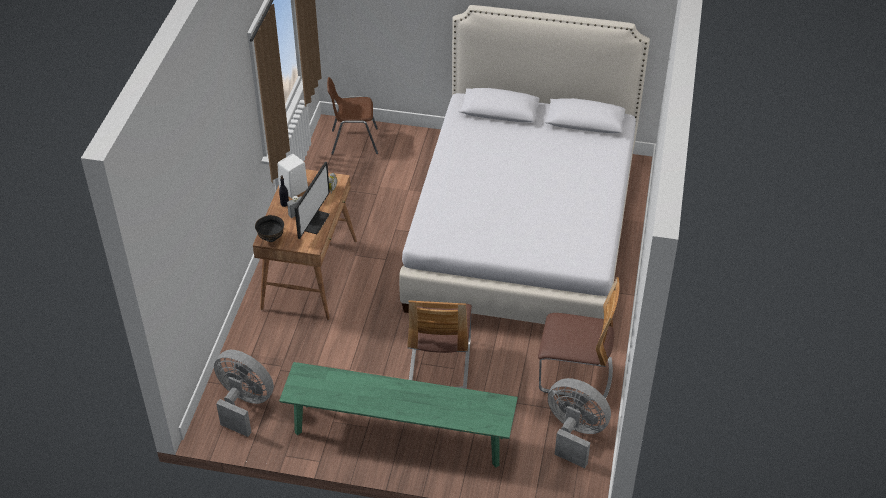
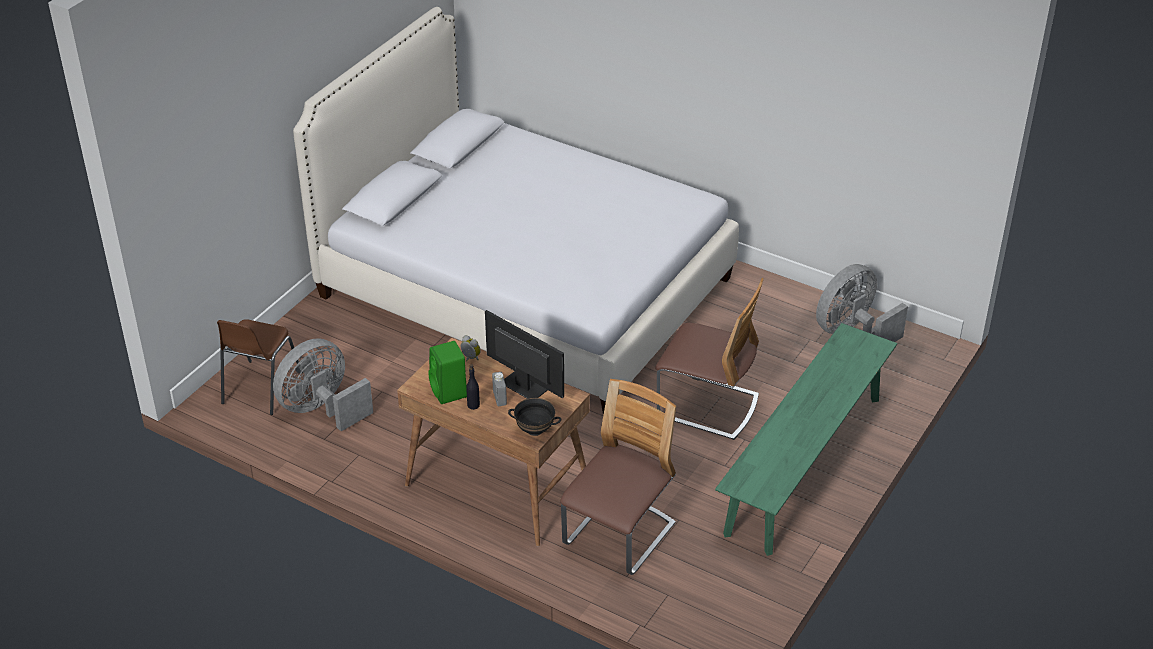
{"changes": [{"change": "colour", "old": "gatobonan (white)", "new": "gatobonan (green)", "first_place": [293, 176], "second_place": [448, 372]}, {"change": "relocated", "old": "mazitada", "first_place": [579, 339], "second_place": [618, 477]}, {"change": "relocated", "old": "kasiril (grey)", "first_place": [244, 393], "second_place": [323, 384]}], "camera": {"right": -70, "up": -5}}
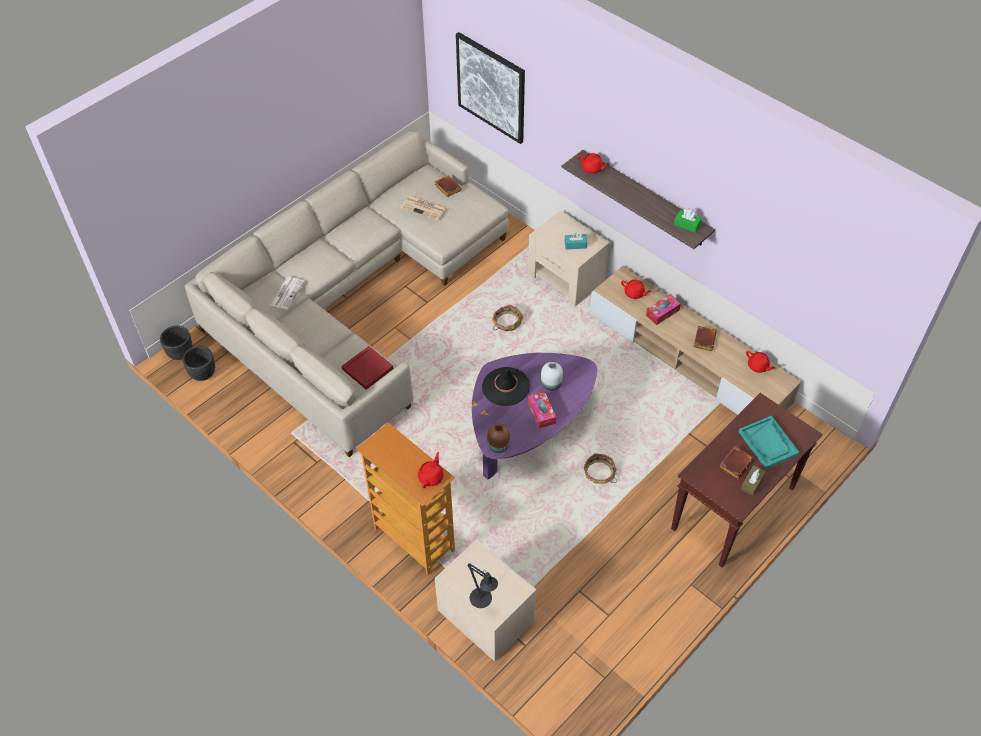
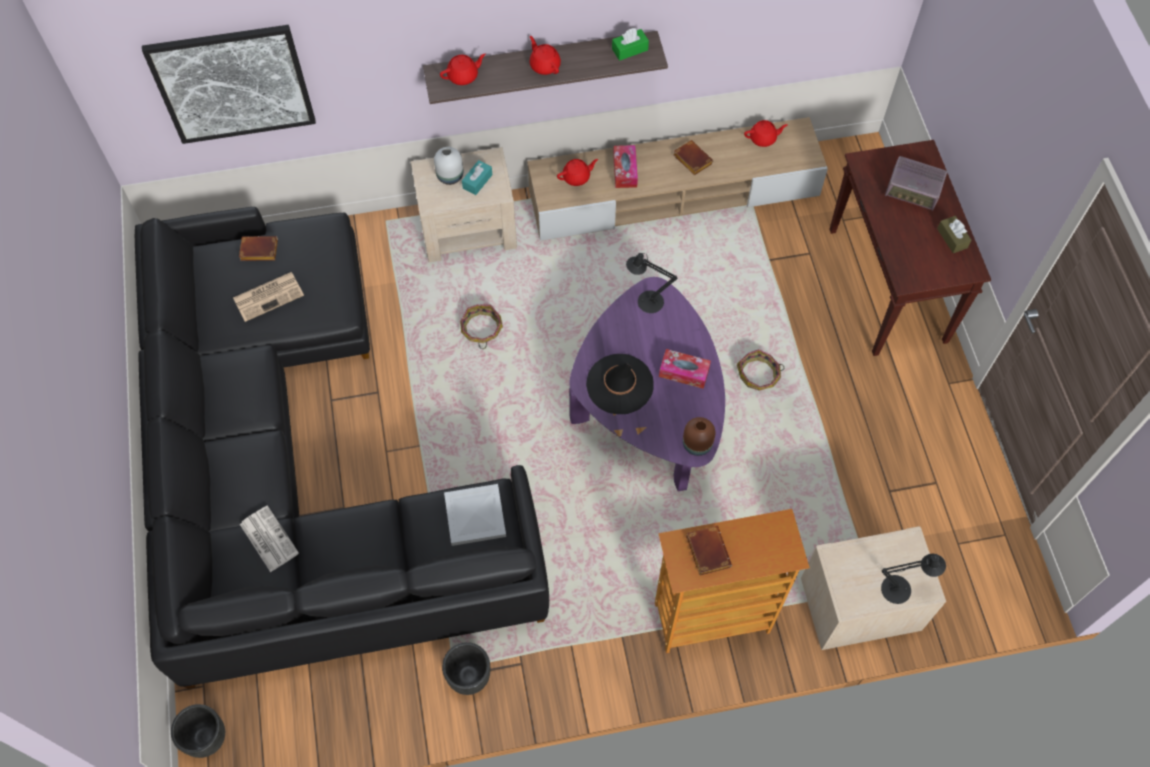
{"changes": [{"change": "colour", "old": "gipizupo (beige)", "new": "gipizupo (black)", "first_place": [347, 293], "second_place": [342, 448]}, {"change": "relocated", "old": "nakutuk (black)", "first_place": [198, 363], "second_place": [466, 668]}, {"change": "colour", "old": "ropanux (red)", "new": "ropanux (white)", "first_place": [367, 368], "second_place": [475, 515]}, {"change": "relocated", "old": "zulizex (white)", "first_place": [552, 376], "second_place": [448, 166]}, {"change": "exchanged", "old": "ropanux (turquoise)", "new": "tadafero", "first_place": [769, 442], "second_place": [916, 183]}, {"change": "relocated", "old": "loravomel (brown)", "first_place": [736, 462], "second_place": [709, 550]}, {"change": "relocated", "old": "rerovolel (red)", "first_place": [431, 470], "second_place": [545, 55]}, {"change": "appeared", "new": "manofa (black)", "second_place": [651, 283]}], "camera": {"right": -55, "up": 10}}
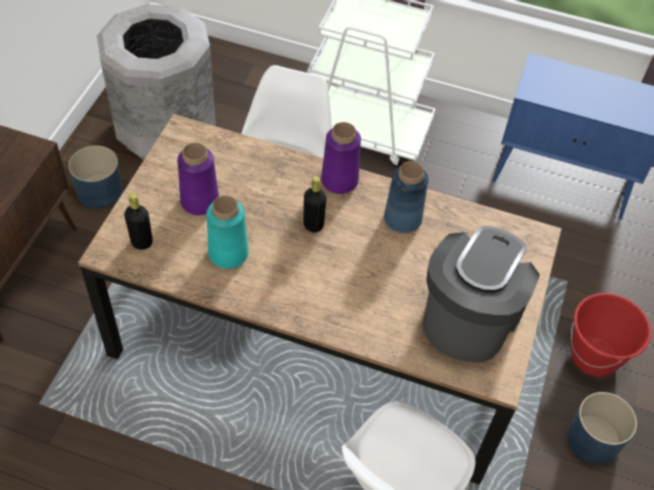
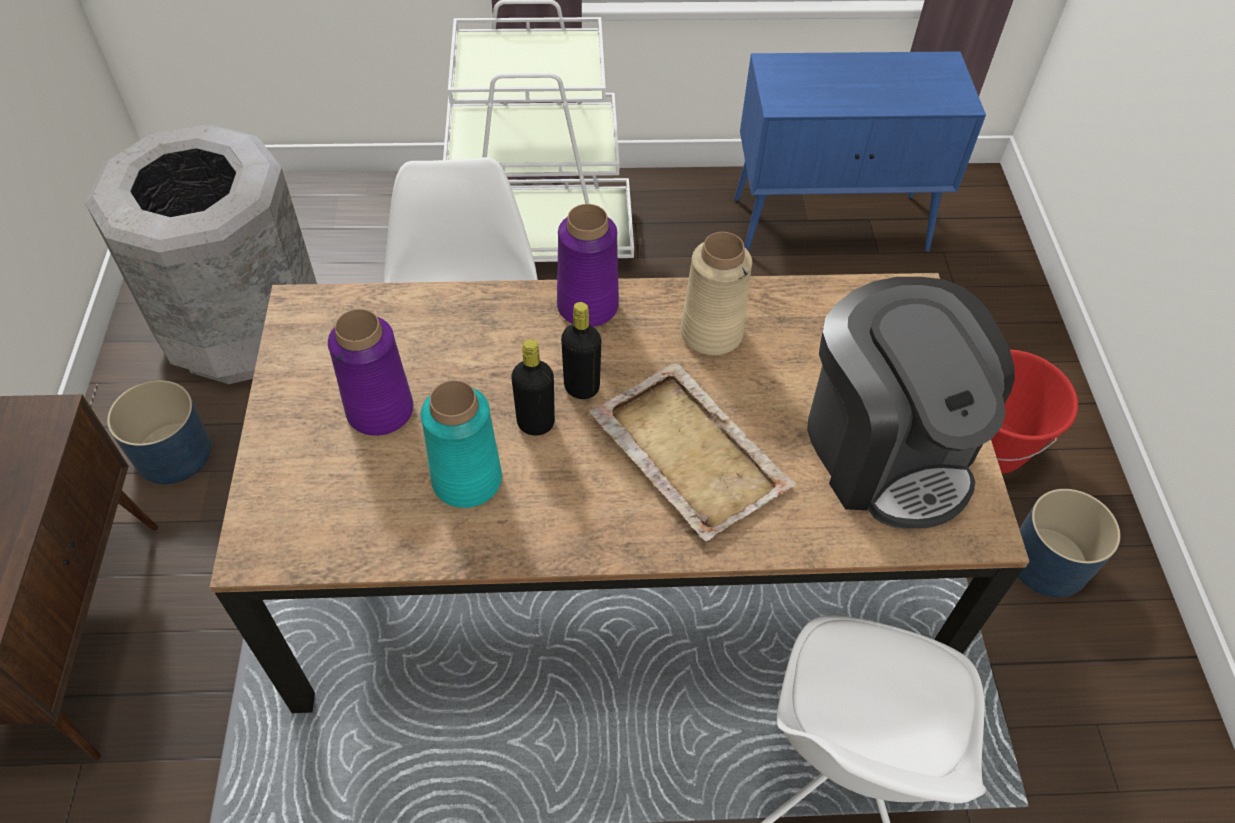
{"changes": [{"change": "colour", "old": "zulizex (blue)", "new": "zulizex (beige)", "first_place": [406, 197], "second_place": [716, 293]}, {"change": "relocated", "old": "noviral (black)", "first_place": [138, 221], "second_place": [533, 387]}, {"change": "spun", "old": "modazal", "first_place": [481, 294], "second_place": [911, 403], "degrees": 150}, {"change": "appeared", "new": "ropanux (beige)", "second_place": [692, 451]}], "camera": {"right": -20, "up": 0}}
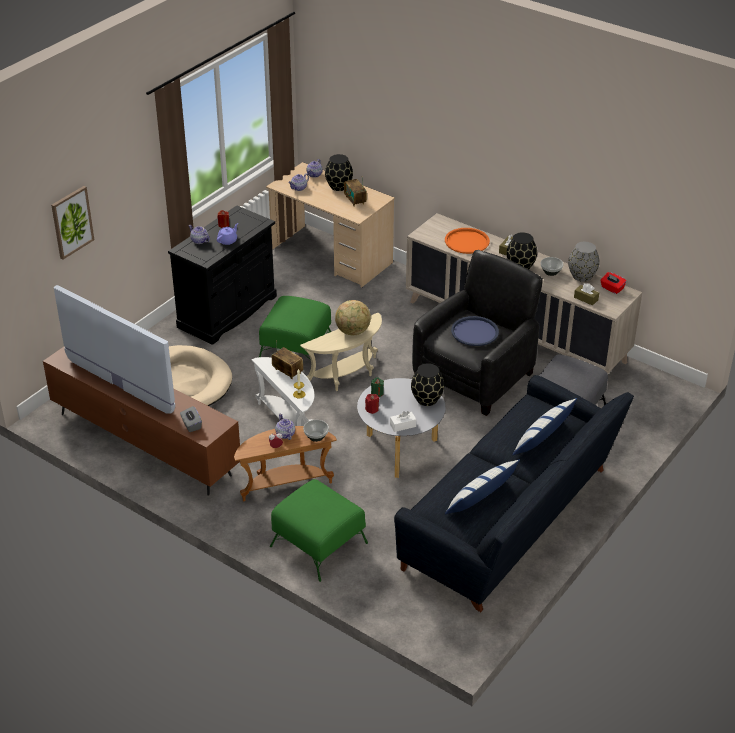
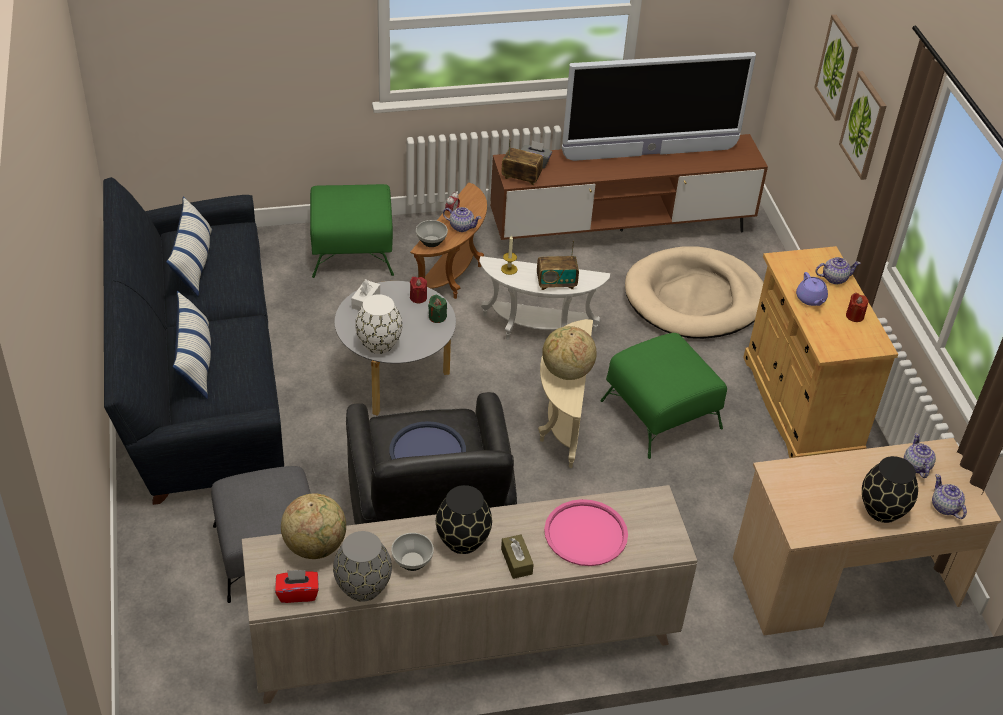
{"changes": [{"change": "relocated", "old": "tadafero", "first_place": [355, 191], "second_place": [522, 162]}, {"change": "colour", "old": "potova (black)", "new": "potova (beige)", "first_place": [222, 275], "second_place": [820, 352]}, {"change": "colour", "old": "ropanux (orange)", "new": "ropanux (pink)", "first_place": [467, 241], "second_place": [586, 532]}, {"change": "exchanged", "old": "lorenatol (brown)", "new": "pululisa", "first_place": [586, 294], "second_place": [313, 526]}, {"change": "colour", "old": "zulizex (black)", "new": "zulizex (white)", "first_place": [427, 384], "second_place": [378, 324]}, {"change": "appeared", "new": "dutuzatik", "second_place": [862, 125]}], "camera": {"right": 130, "up": 5}}
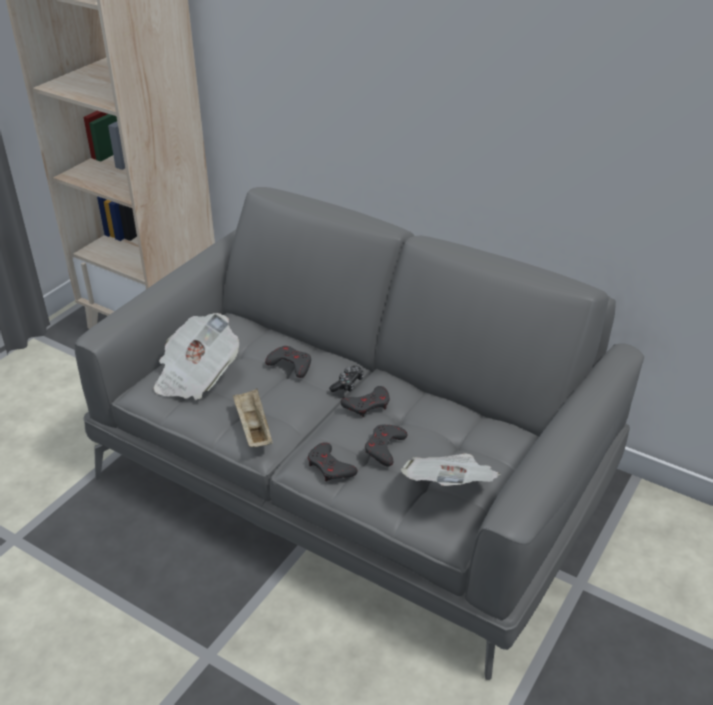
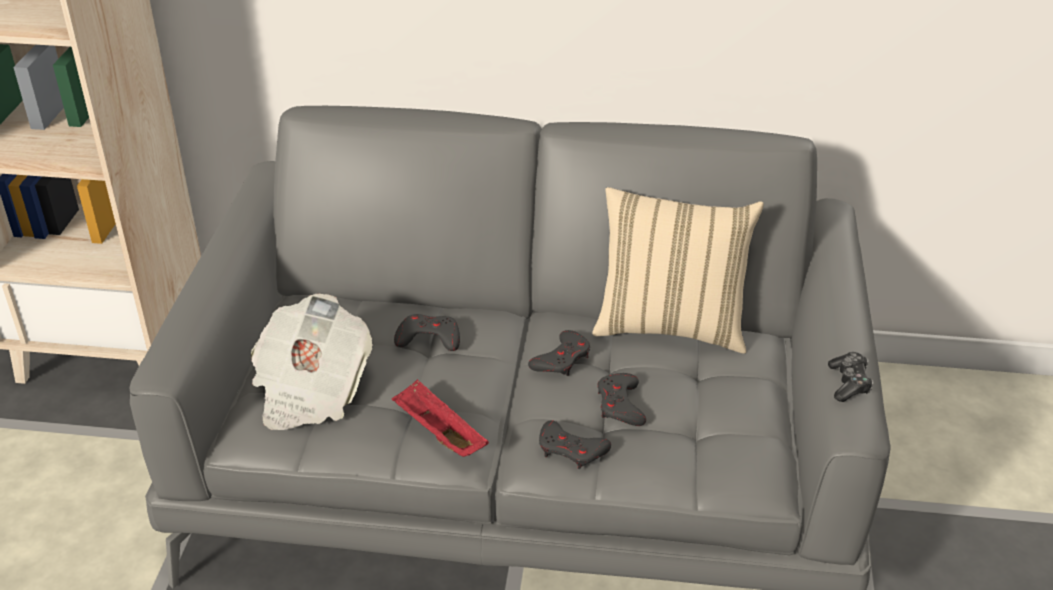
{"changes": [{"change": "relocated", "old": "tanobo", "first_place": [346, 379], "second_place": [851, 377]}, {"change": "colour", "old": "ropanux (beige)", "new": "ropanux (red)", "first_place": [253, 418], "second_place": [440, 418]}, {"change": "missing", "old": "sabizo", "first_place": [451, 469]}, {"change": "appeared", "new": "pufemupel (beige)", "second_place": [678, 270]}], "camera": {"right": -25, "up": 0}}
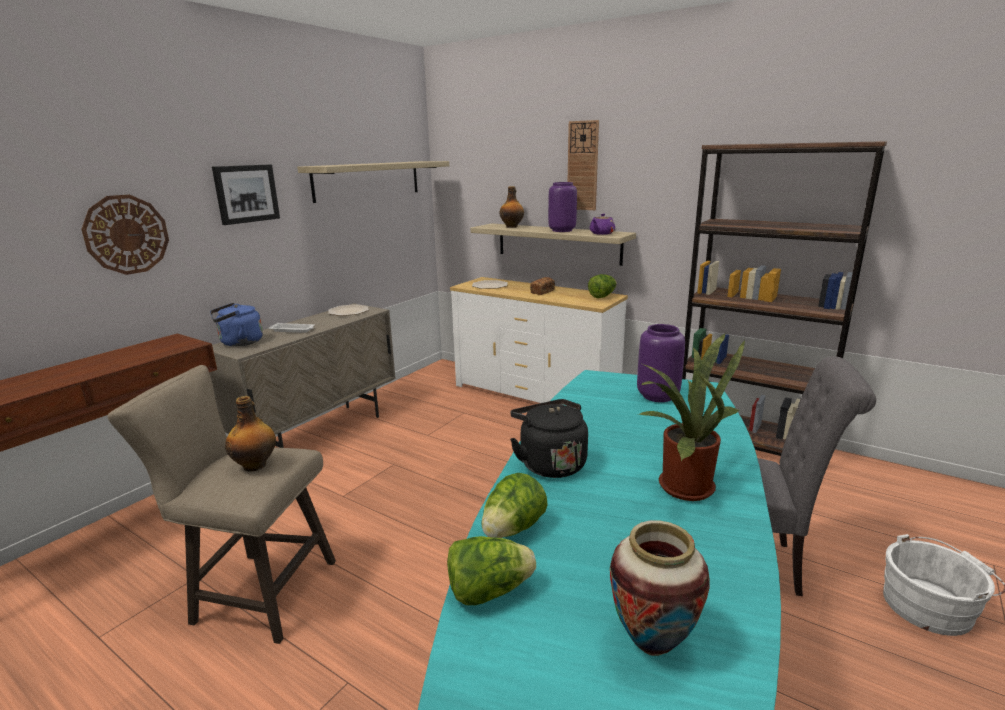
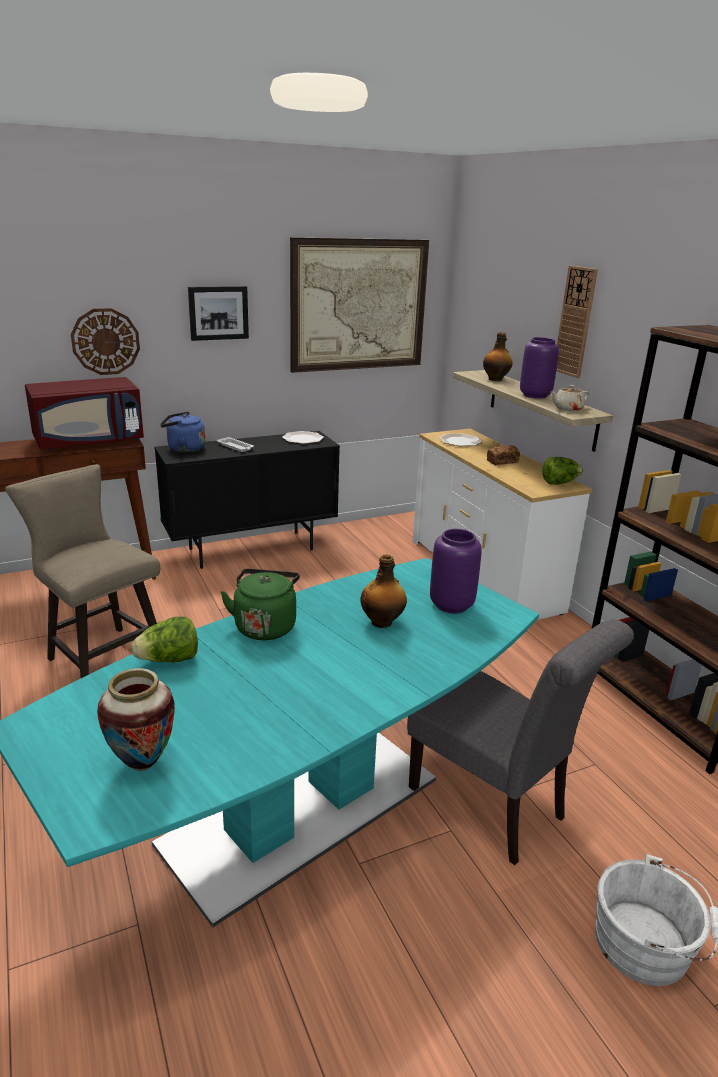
{"changes": [{"change": "exchanged", "old": "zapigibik", "new": "dutuzatik", "first_place": [373, 182], "second_place": [359, 305]}, {"change": "colour", "old": "rerovolel (purple)", "new": "rerovolel (beige)", "first_place": [602, 224], "second_place": [570, 398]}, {"change": "colour", "old": "potova (beige)", "new": "potova (black)", "first_place": [302, 375], "second_place": [247, 500]}, {"change": "missing", "old": "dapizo", "first_place": [692, 417]}, {"change": "relocated", "old": "noviral", "first_place": [250, 433], "second_place": [383, 591]}, {"change": "colour", "old": "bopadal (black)", "new": "bopadal (green)", "first_place": [549, 438], "second_place": [260, 604]}, {"change": "missing", "old": "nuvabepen", "first_place": [491, 570]}, {"change": "appeared", "new": "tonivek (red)", "second_place": [84, 413]}], "camera": {"right": 30, "up": 5}}
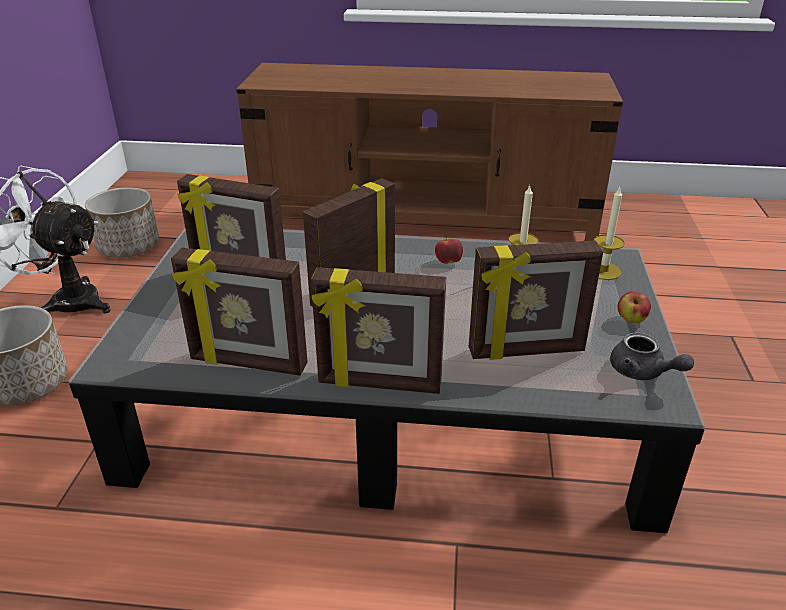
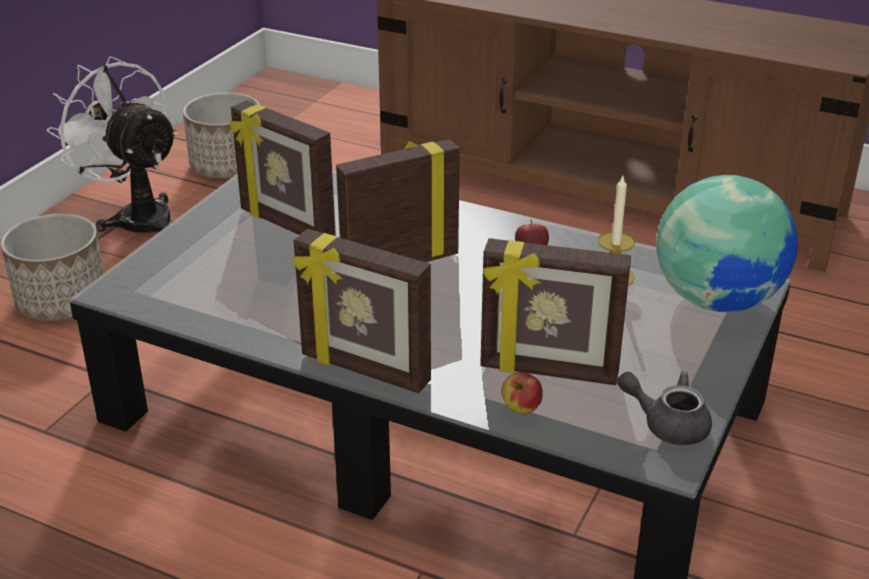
{"changes": [{"change": "exchanged", "old": "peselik", "new": "pululisa", "first_place": [609, 233], "second_place": [727, 243]}, {"change": "missing", "old": "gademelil", "first_place": [239, 312]}, {"change": "relocated", "old": "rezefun", "first_place": [634, 307], "second_place": [522, 393]}, {"change": "spun", "old": "rerovolel (grey)", "first_place": [652, 356], "second_place": [664, 408], "degrees": 135}], "camera": {"right": 20, "up": 0}}
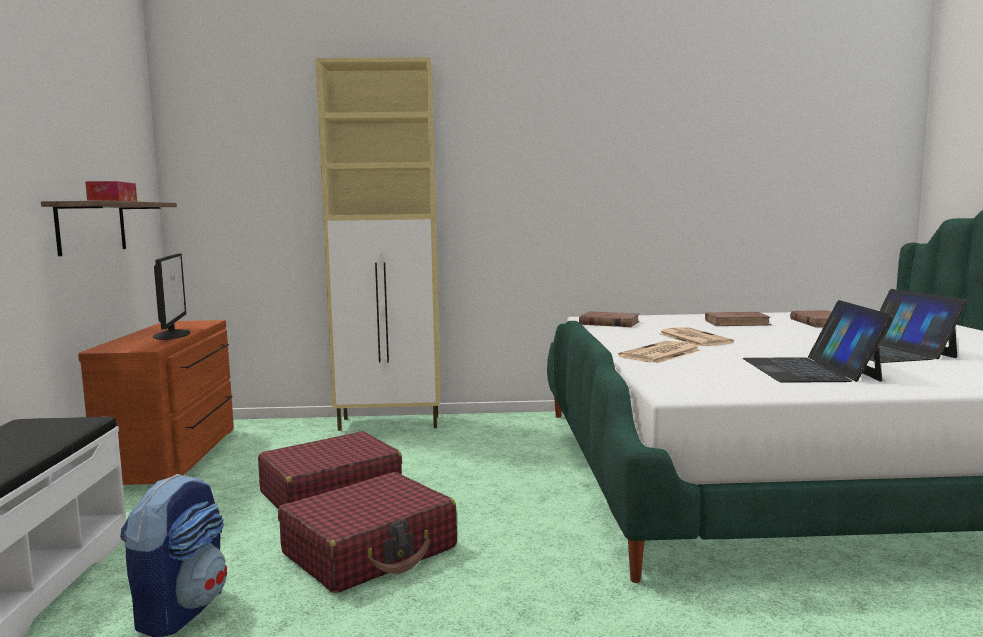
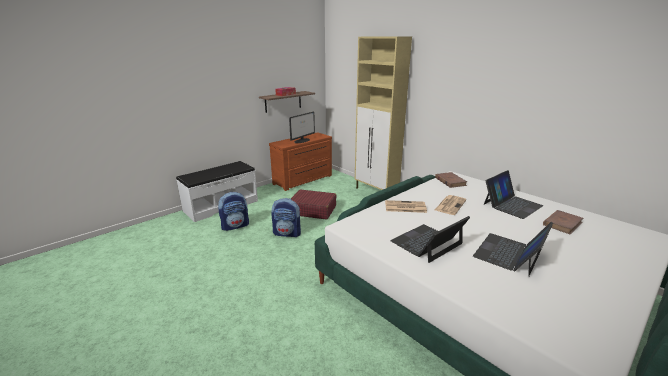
{"changes": [{"change": "exchanged", "old": "loravomel (brown)", "new": "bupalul", "first_place": [738, 319], "second_place": [513, 194]}, {"change": "exchanged", "old": "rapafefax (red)", "new": "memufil", "first_place": [367, 532], "second_place": [286, 217]}], "camera": {"right": 50, "up": 15}}
